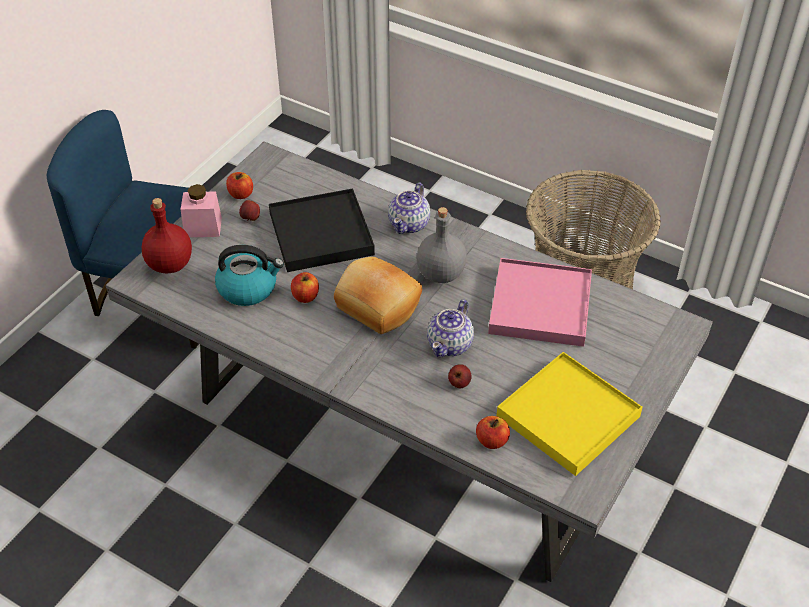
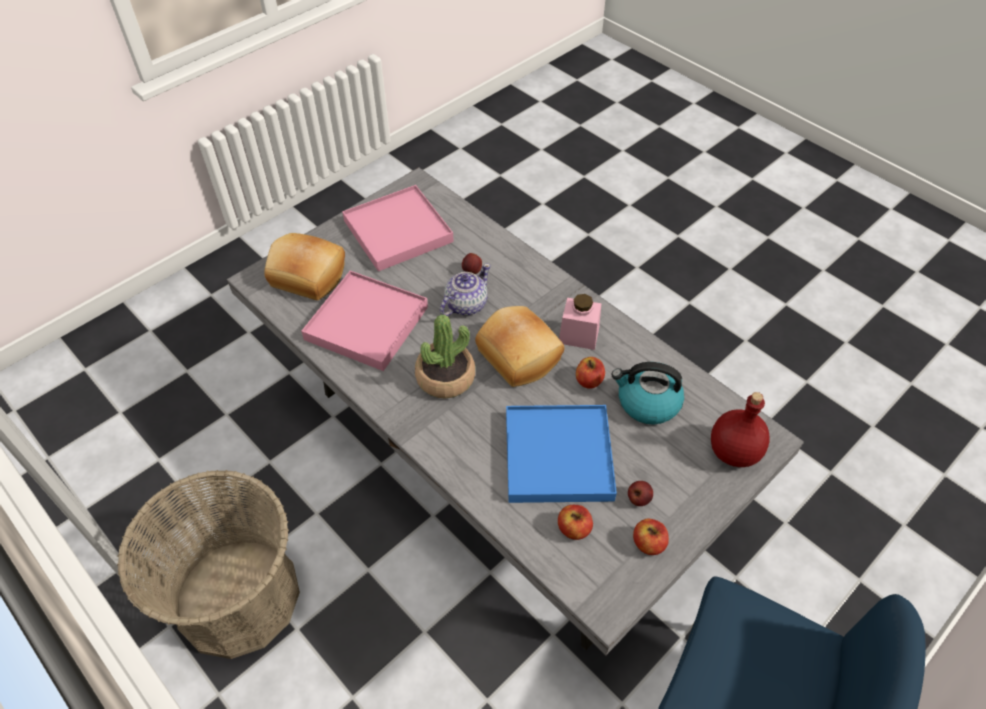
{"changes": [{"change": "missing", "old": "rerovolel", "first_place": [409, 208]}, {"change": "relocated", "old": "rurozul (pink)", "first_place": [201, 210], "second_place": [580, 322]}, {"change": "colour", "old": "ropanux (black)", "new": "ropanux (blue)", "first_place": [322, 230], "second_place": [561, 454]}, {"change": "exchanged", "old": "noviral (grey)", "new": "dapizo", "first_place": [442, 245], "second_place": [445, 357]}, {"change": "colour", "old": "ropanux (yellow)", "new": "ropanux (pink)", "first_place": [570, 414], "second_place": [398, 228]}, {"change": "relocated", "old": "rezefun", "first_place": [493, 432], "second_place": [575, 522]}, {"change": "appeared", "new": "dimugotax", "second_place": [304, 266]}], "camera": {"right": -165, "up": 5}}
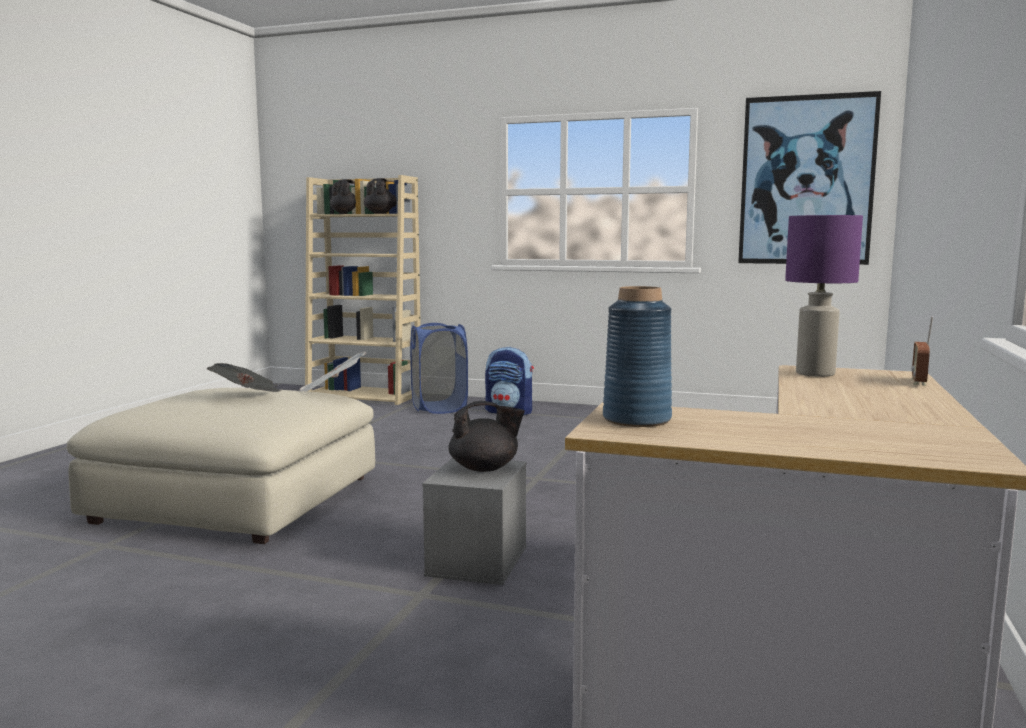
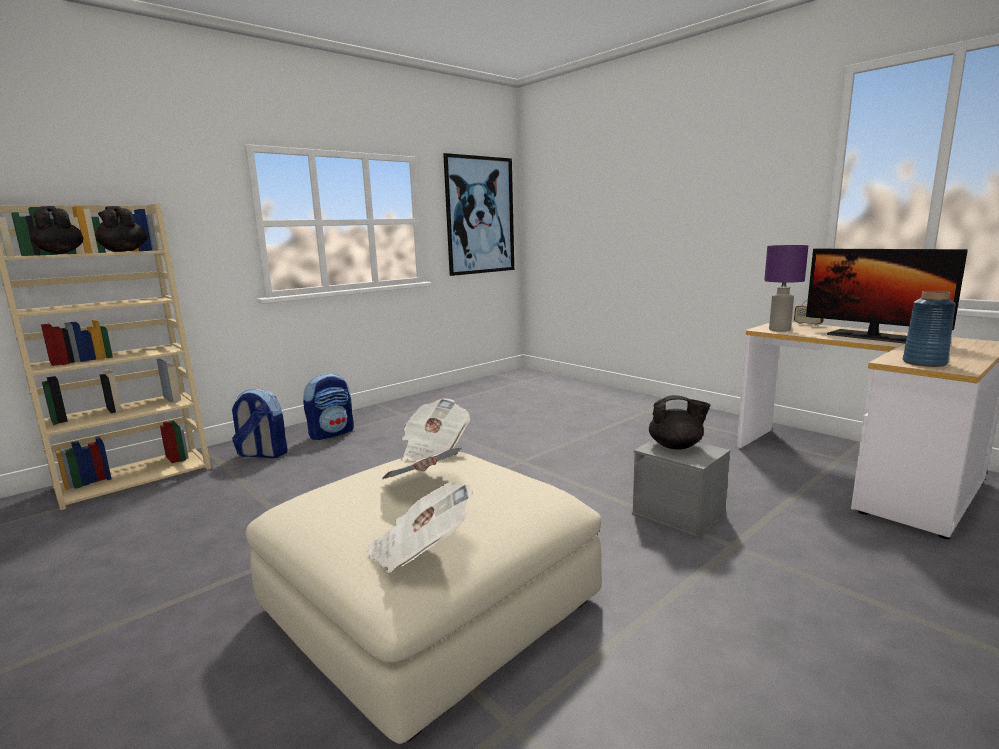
{"changes": [{"change": "exchanged", "old": "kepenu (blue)", "new": "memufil", "first_place": [439, 368], "second_place": [260, 424]}, {"change": "spun", "old": "rerovolel (black)", "first_place": [487, 436], "second_place": [680, 422], "degrees": 75}, {"change": "appeared", "new": "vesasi", "second_place": [887, 296]}, {"change": "appeared", "new": "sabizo", "second_place": [419, 528]}], "camera": {"right": -60, "up": 5}}
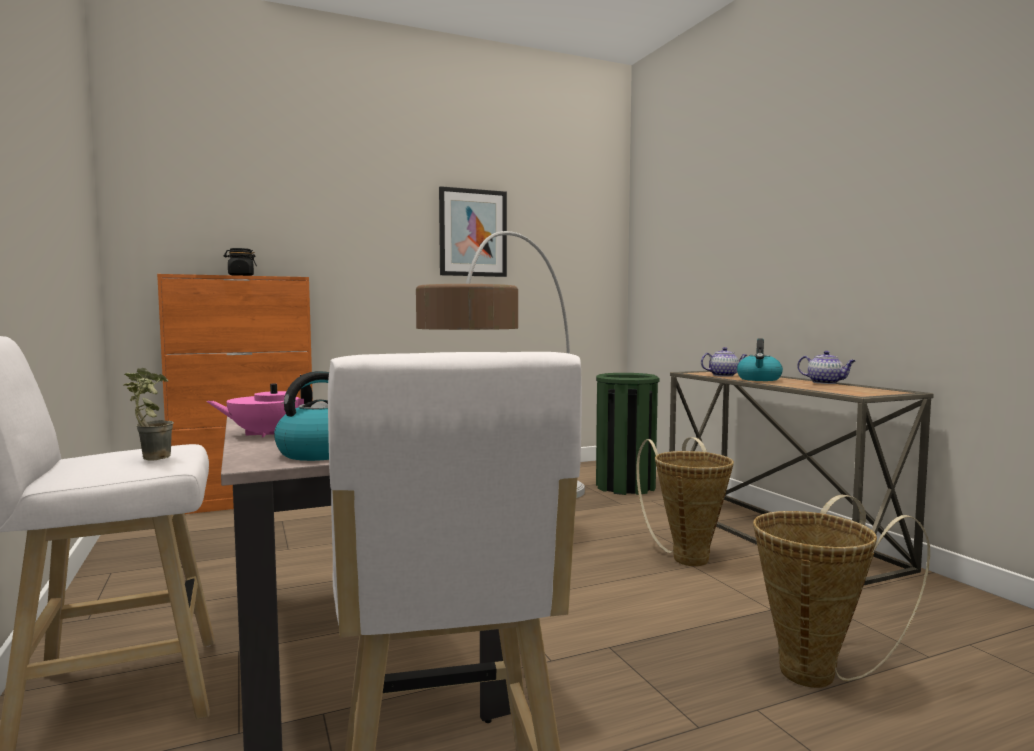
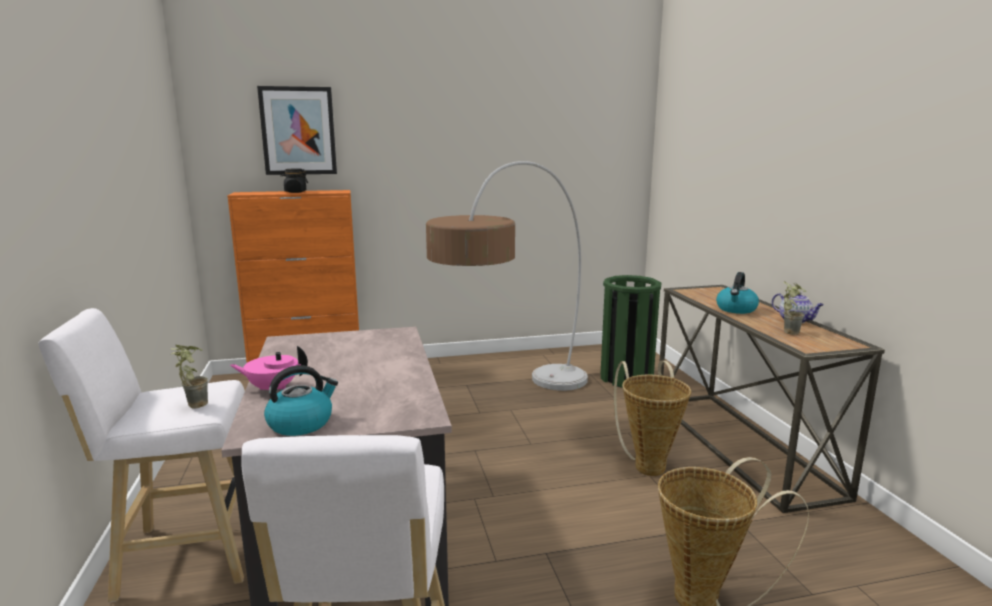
{"changes": [{"change": "relocated", "old": "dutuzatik", "first_place": [473, 231], "second_place": [297, 130]}, {"change": "missing", "old": "rerovolel", "first_place": [724, 362]}, {"change": "appeared", "new": "dapizo", "second_place": [795, 308]}], "camera": {"right": 10, "up": 10}}
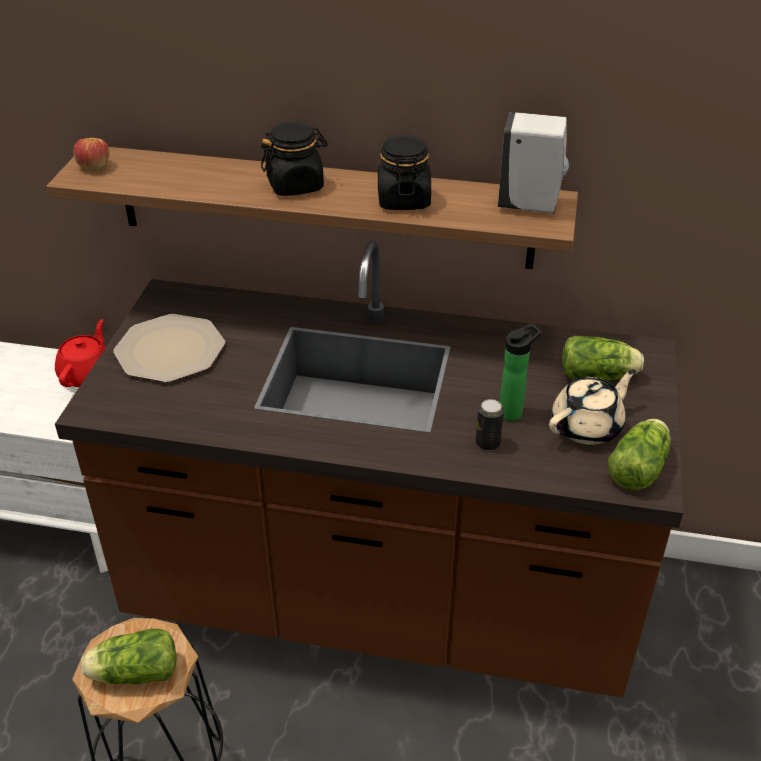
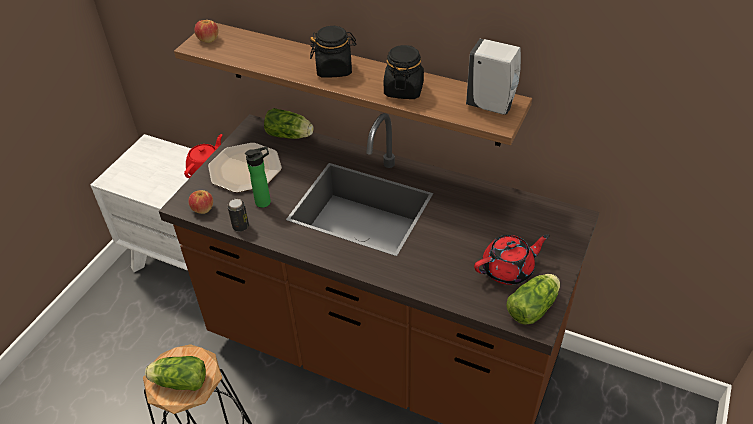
{"changes": [{"change": "relocated", "old": "noviral", "first_place": [520, 372], "second_place": [258, 177]}, {"change": "relocated", "old": "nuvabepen", "first_place": [603, 357], "second_place": [289, 123]}, {"change": "colour", "old": "rerovolel (beige)", "new": "rerovolel (red)", "first_place": [592, 407], "second_place": [512, 260]}, {"change": "relocated", "old": "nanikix", "first_place": [490, 425], "second_place": [238, 215]}, {"change": "appeared", "new": "rezefun", "second_place": [200, 202]}], "camera": {"right": 15, "up": 5}}
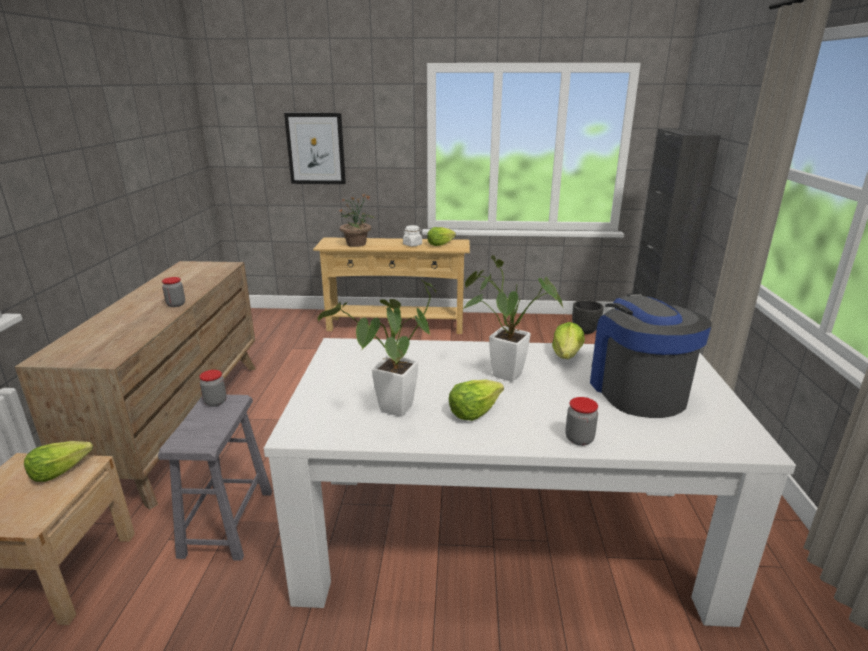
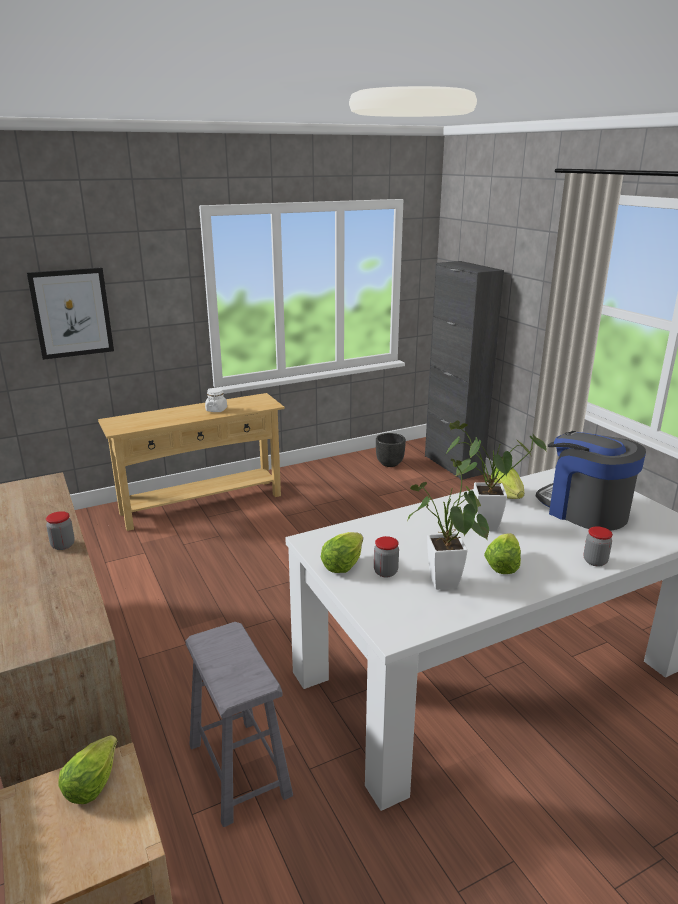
{"changes": [{"change": "missing", "old": "dapizo", "first_place": [357, 220]}, {"change": "relocated", "old": "nuvabepen", "first_place": [441, 236], "second_place": [342, 552]}, {"change": "relocated", "old": "rurozul", "first_place": [213, 388], "second_place": [386, 556]}], "camera": {"right": -30, "up": 0}}
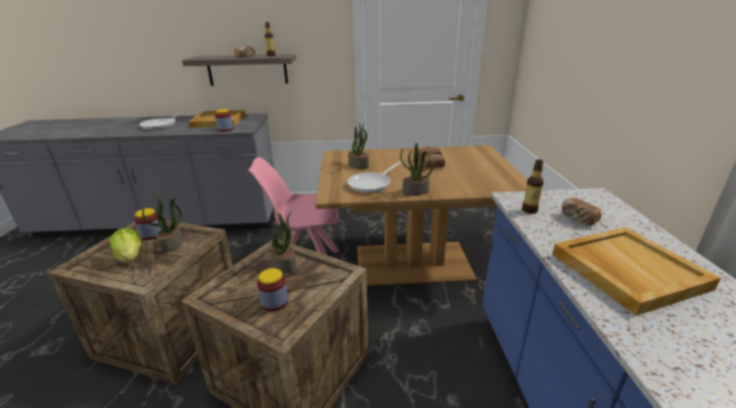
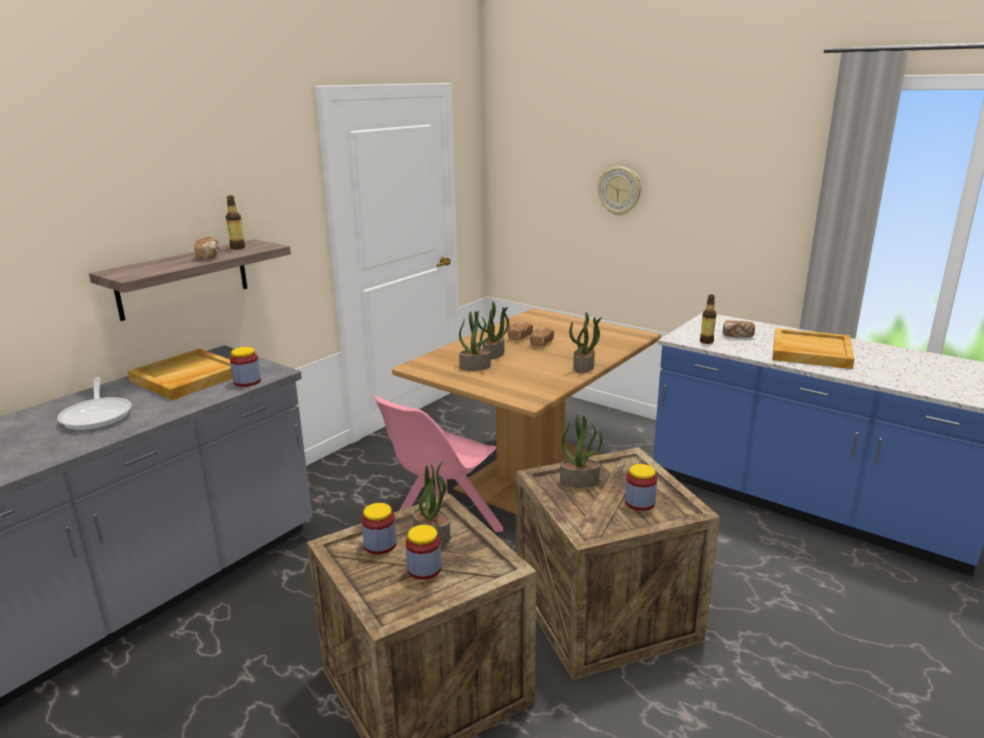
{"changes": [{"change": "missing", "old": "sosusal", "first_place": [374, 177]}, {"change": "exchanged", "old": "nuvabepen", "new": "rurozul", "first_place": [125, 245], "second_place": [424, 552]}, {"change": "appeared", "new": "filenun", "second_place": [619, 191]}, {"change": "appeared", "new": "dapizo", "second_place": [493, 330]}], "camera": {"right": -50, "up": -5}}
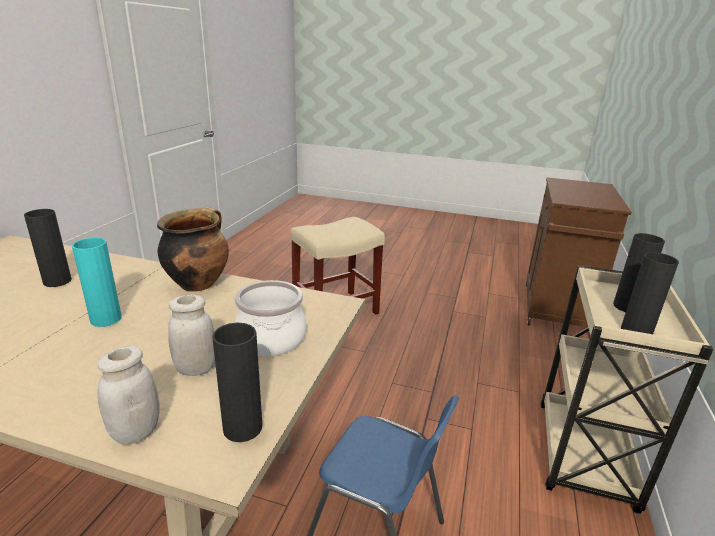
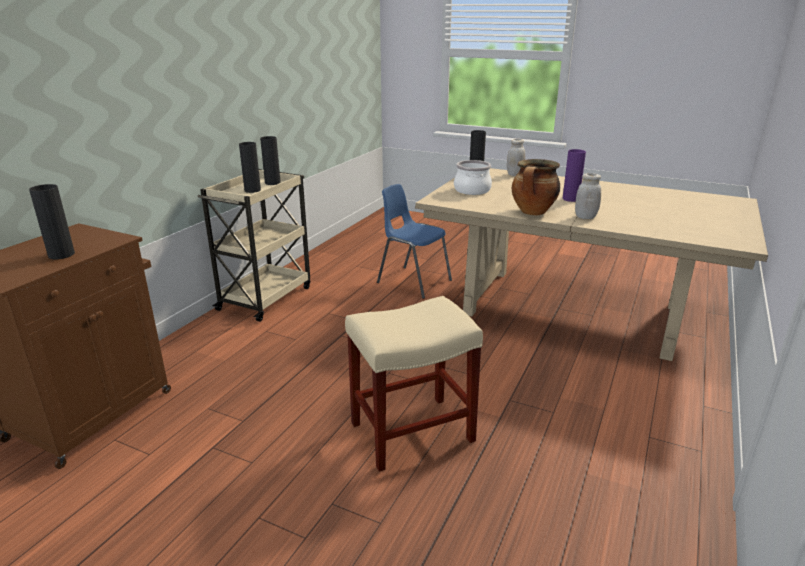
{"changes": [{"change": "relocated", "old": "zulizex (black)", "first_place": [48, 248], "second_place": [52, 221]}, {"change": "colour", "old": "zulizex (turquoise)", "new": "zulizex (purple)", "first_place": [97, 282], "second_place": [574, 175]}, {"change": "relocated", "old": "rurozul (white)", "first_place": [191, 335], "second_place": [588, 196]}], "camera": {"right": -170, "up": 0}}
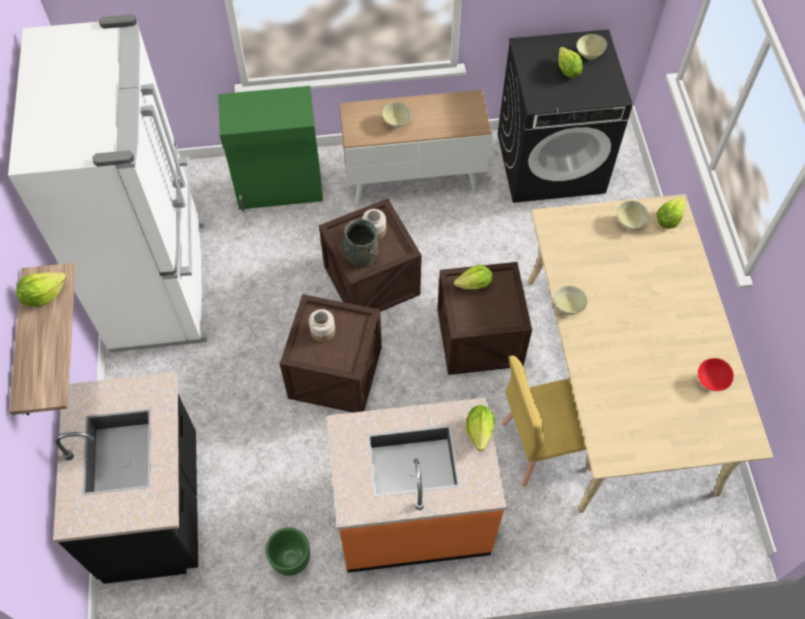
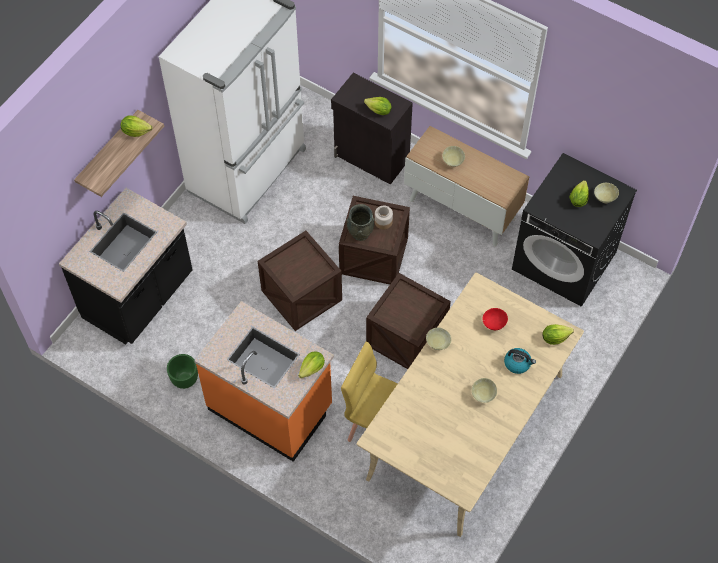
{"changes": [{"change": "colour", "old": "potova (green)", "new": "potova (black)", "first_place": [270, 149], "second_place": [372, 129]}, {"change": "relocated", "old": "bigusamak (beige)", "first_place": [633, 215], "second_place": [484, 390]}, {"change": "relocated", "old": "nuvabepen", "first_place": [473, 277], "second_place": [378, 106]}, {"change": "missing", "old": "rurozul", "first_place": [322, 325]}, {"change": "relocated", "old": "bigusamak (red)", "first_place": [716, 374], "second_place": [495, 319]}, {"change": "appeared", "new": "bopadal", "second_place": [520, 361]}], "camera": {"right": 40, "up": 0}}
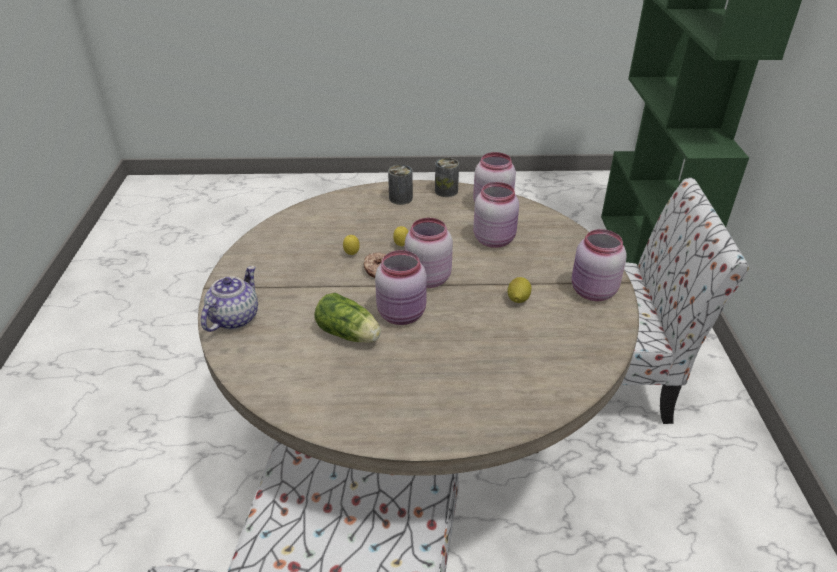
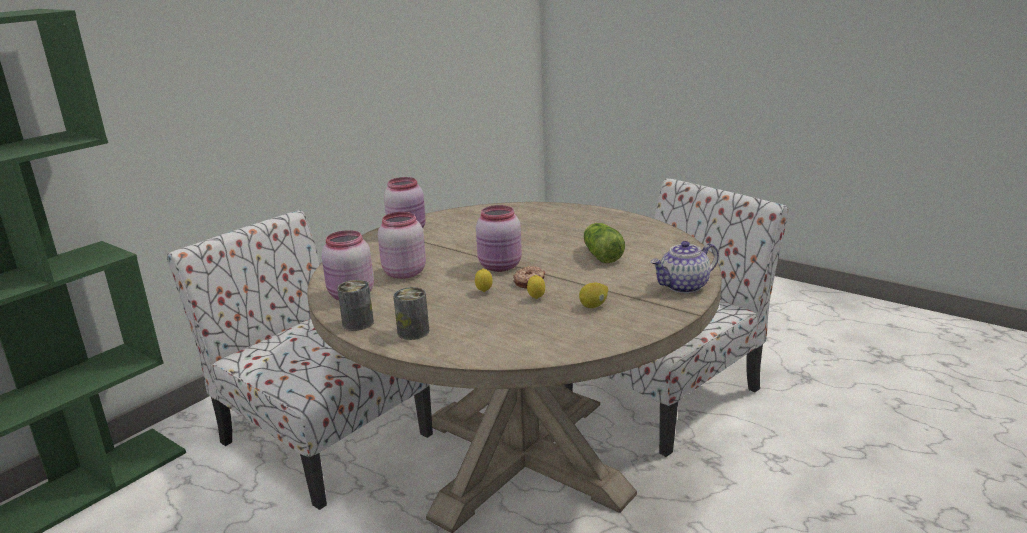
{"changes": [{"change": "missing", "old": "rurozul (pink)", "first_place": [401, 287]}, {"change": "relocated", "old": "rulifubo", "first_place": [519, 290], "second_place": [593, 295]}], "camera": {"right": -140, "up": -15}}
